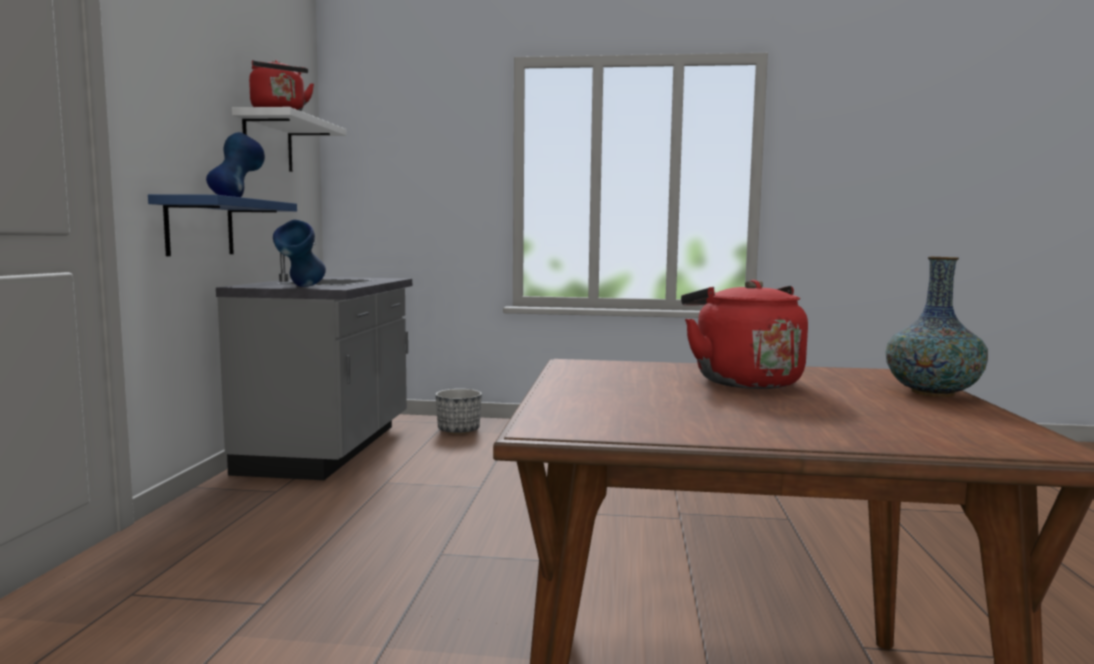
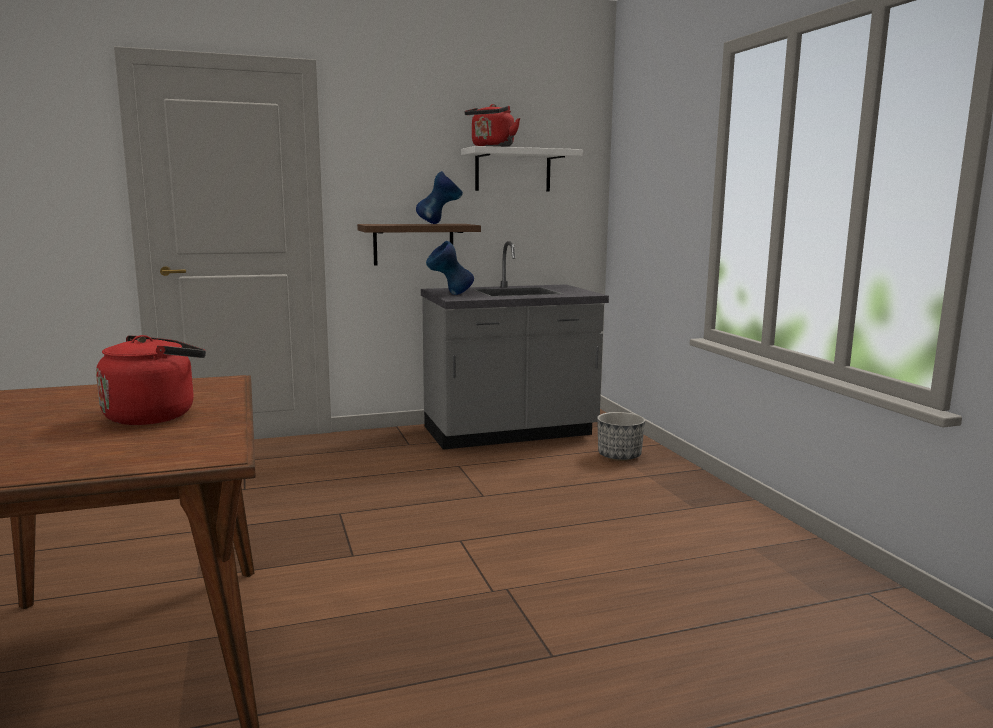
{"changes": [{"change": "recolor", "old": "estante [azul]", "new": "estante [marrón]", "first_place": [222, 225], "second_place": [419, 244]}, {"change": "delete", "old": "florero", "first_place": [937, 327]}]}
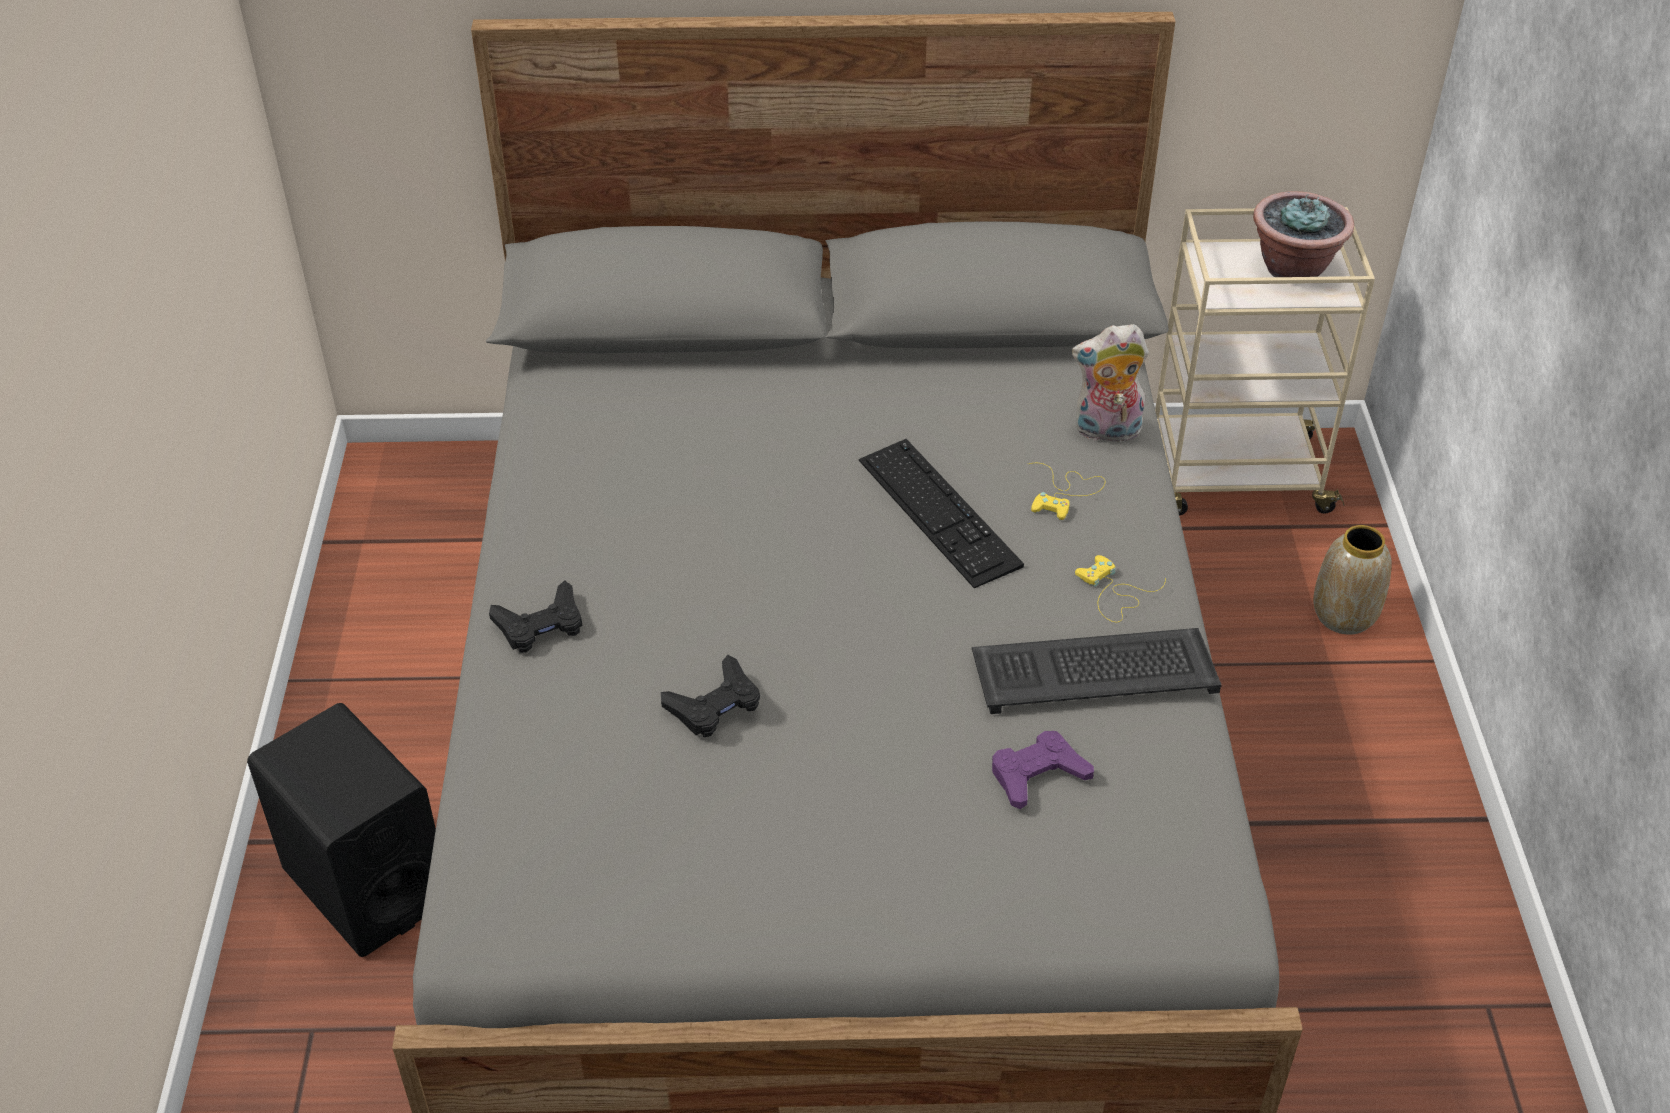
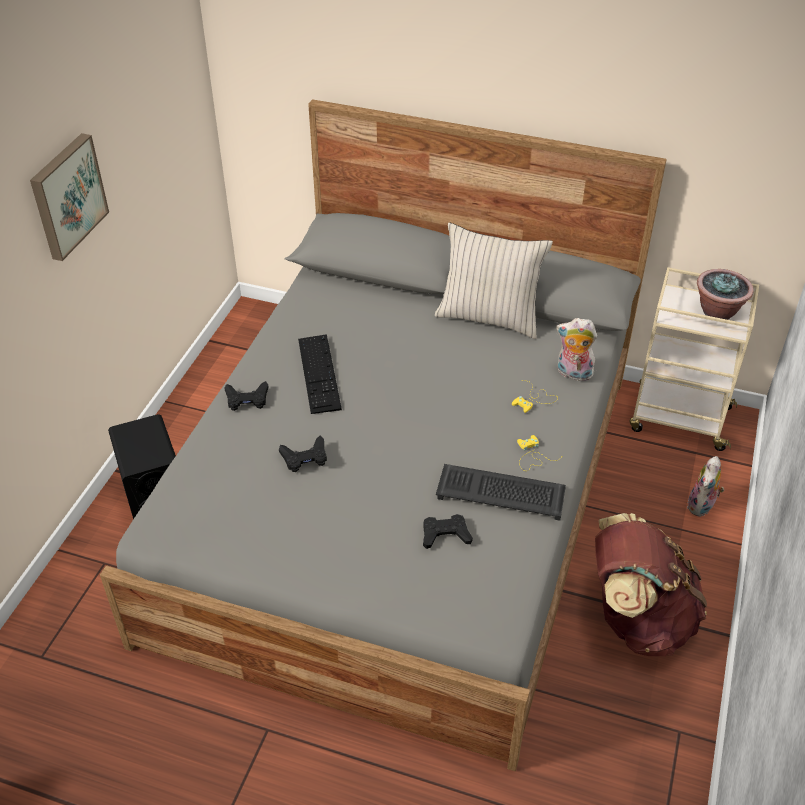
{"changes": [{"change": "insert", "new": "cuadro", "second_place": [69, 197]}, {"change": "move", "old": "teclado", "first_place": [941, 513], "second_place": [320, 374]}, {"change": "recolor", "old": "mando de consola [morado]", "new": "mando de consola [negro]", "first_place": [1043, 770], "second_place": [448, 531]}, {"change": "insert", "new": "cojín [beis]", "second_place": [494, 281]}, {"change": "insert", "new": "mochila [marrón]", "second_place": [651, 584]}, {"change": "replace", "old": "florero", "new": "peluche", "first_place": [1352, 580], "second_place": [705, 486]}]}
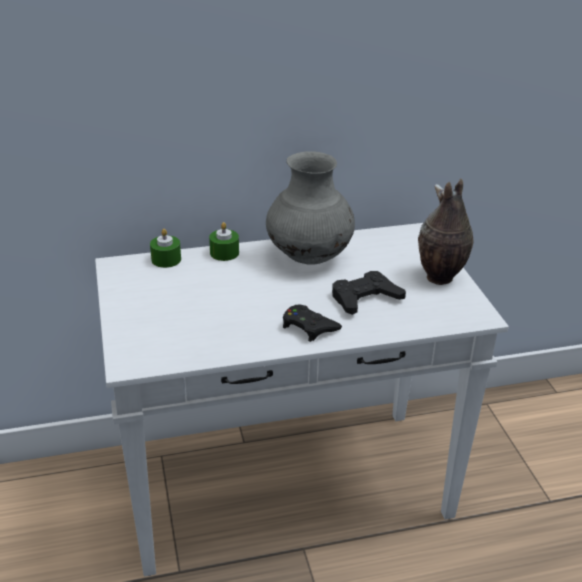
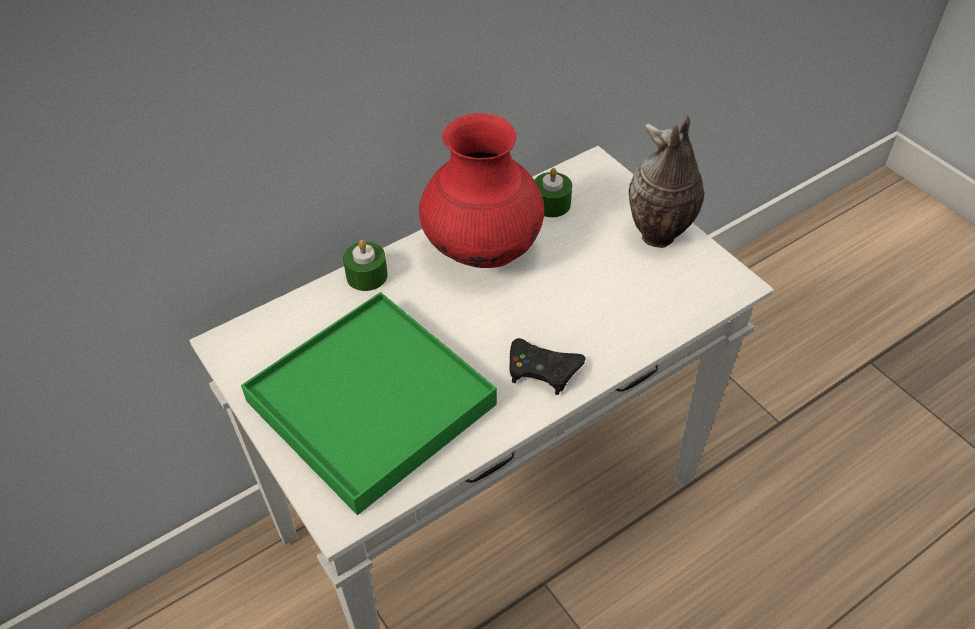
{"changes": [{"change": "insert", "new": "bandeja [verde]", "second_place": [369, 403]}, {"change": "recolor", "old": "florero [gris]", "new": "florero [rojo]", "first_place": [310, 208], "second_place": [482, 190]}, {"change": "move", "old": "vela [verde]", "first_place": [165, 248], "second_place": [553, 192]}, {"change": "delete", "old": "mando de consola [negro]", "first_place": [369, 293]}]}
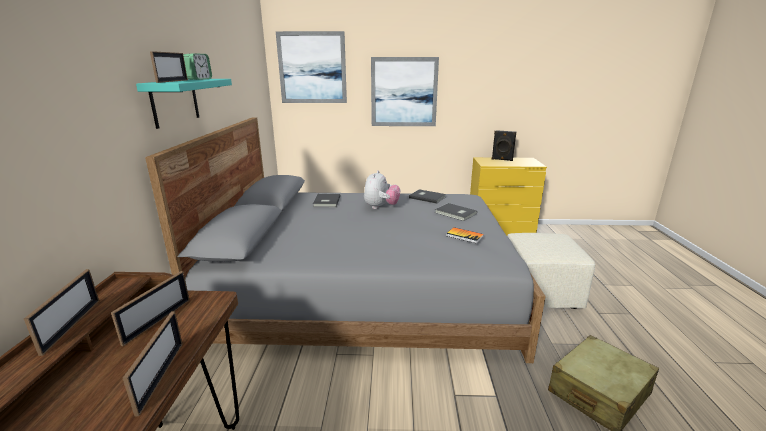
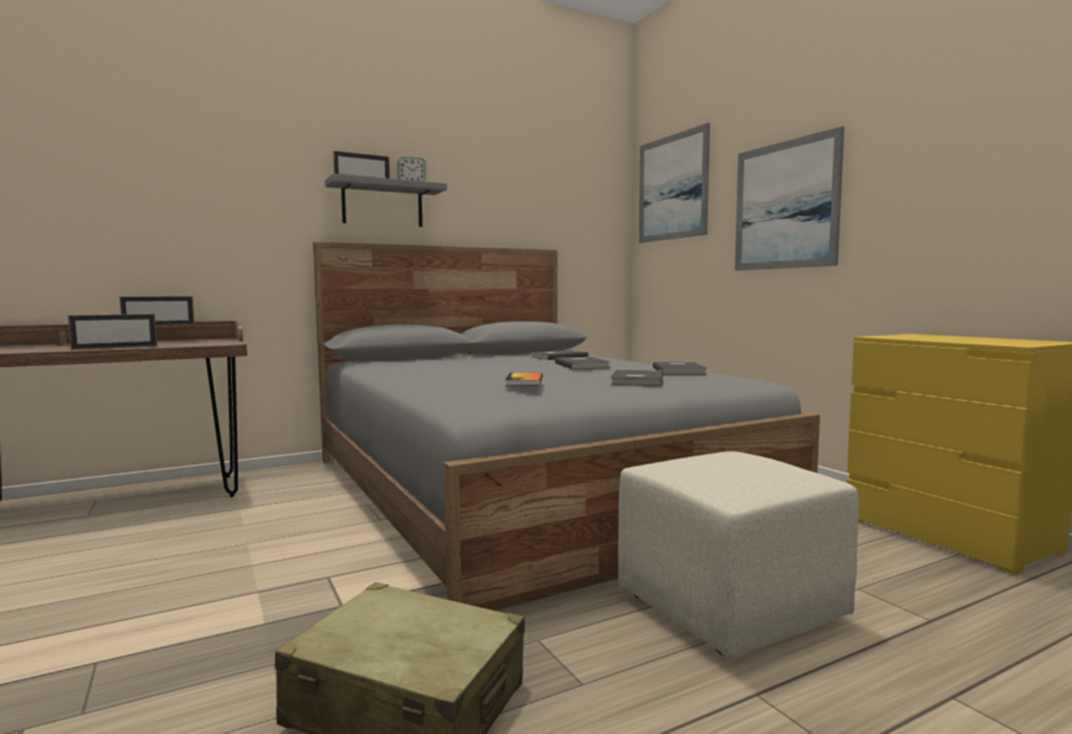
{"changes": [{"change": "recolor", "old": "estante [turquesa]", "new": "estante [gris]", "first_place": [184, 104], "second_place": [386, 200]}, {"change": "replace", "old": "peluche", "new": "libro [gris]", "first_place": [382, 189], "second_place": [583, 363]}, {"change": "delete", "old": "portarretratos", "first_place": [150, 308]}, {"change": "delete", "old": "altavoz [negro]", "first_place": [504, 145]}]}
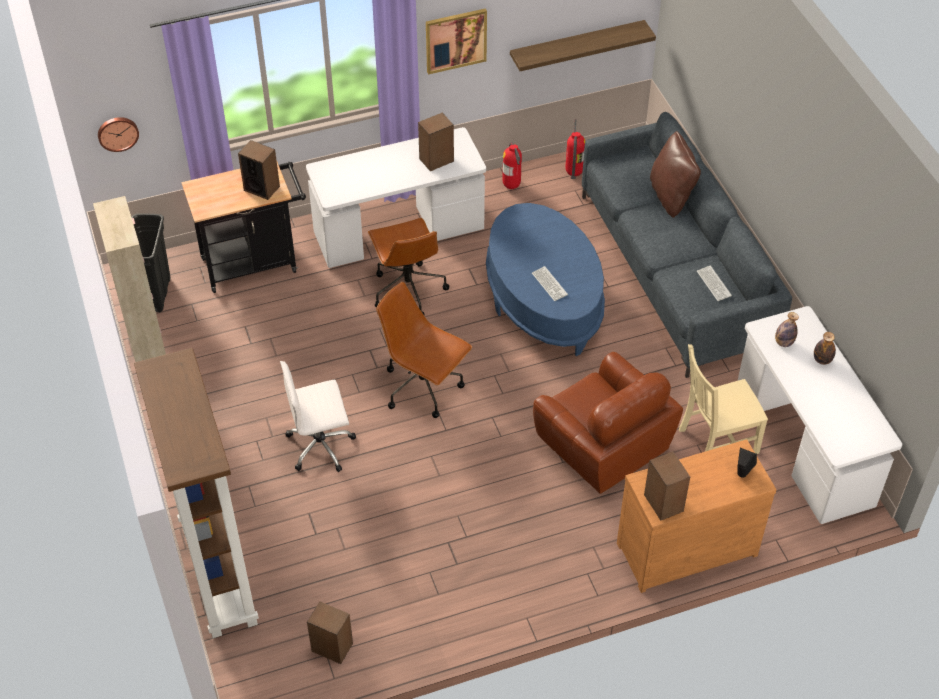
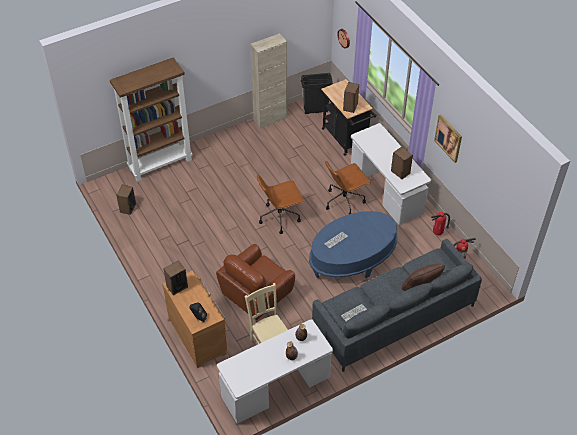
{"changes": [{"change": "rotate", "old": "silla de oficina [marrón]", "first_place": [424, 350], "second_place": [281, 204], "degrees": -135}, {"change": "delete", "old": "silla de oficina [blanco]", "first_place": [318, 416]}, {"change": "delete", "old": "estante", "first_place": [583, 45]}]}
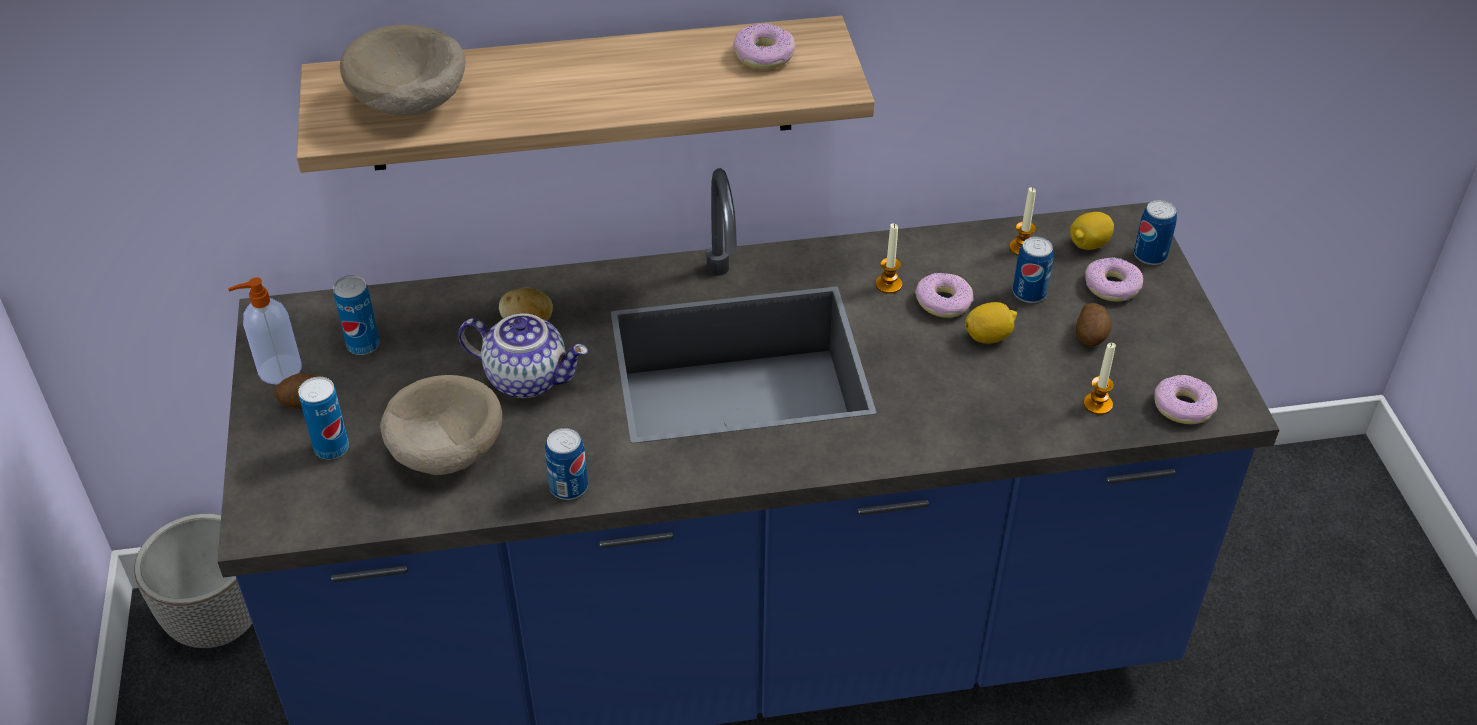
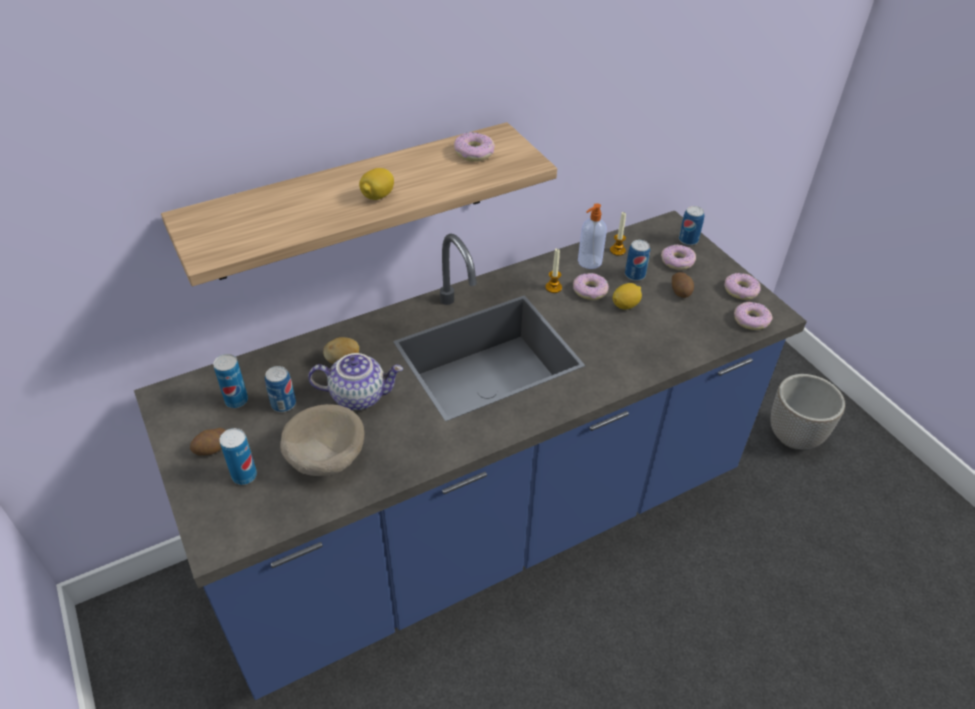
{"changes": [{"change": "move", "old": "lata", "first_place": [566, 464], "second_place": [280, 389]}, {"change": "move", "old": "limón", "first_place": [1092, 231], "second_place": [376, 184]}, {"change": "move", "old": "dispensador de jabón", "first_place": [265, 330], "second_place": [592, 236]}, {"change": "insert", "new": "rosquilla", "second_place": [742, 286]}, {"change": "move", "old": "maceta", "first_place": [193, 581], "second_place": [807, 411]}, {"change": "delete", "old": "cuenco [beis]", "first_place": [403, 69]}, {"change": "delete", "old": "vela", "first_place": [1099, 379]}]}
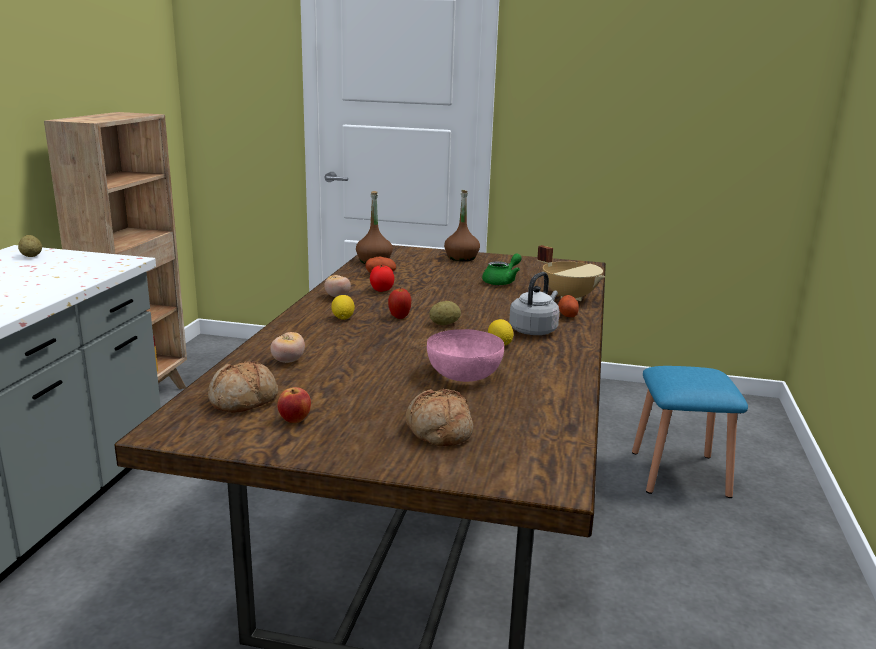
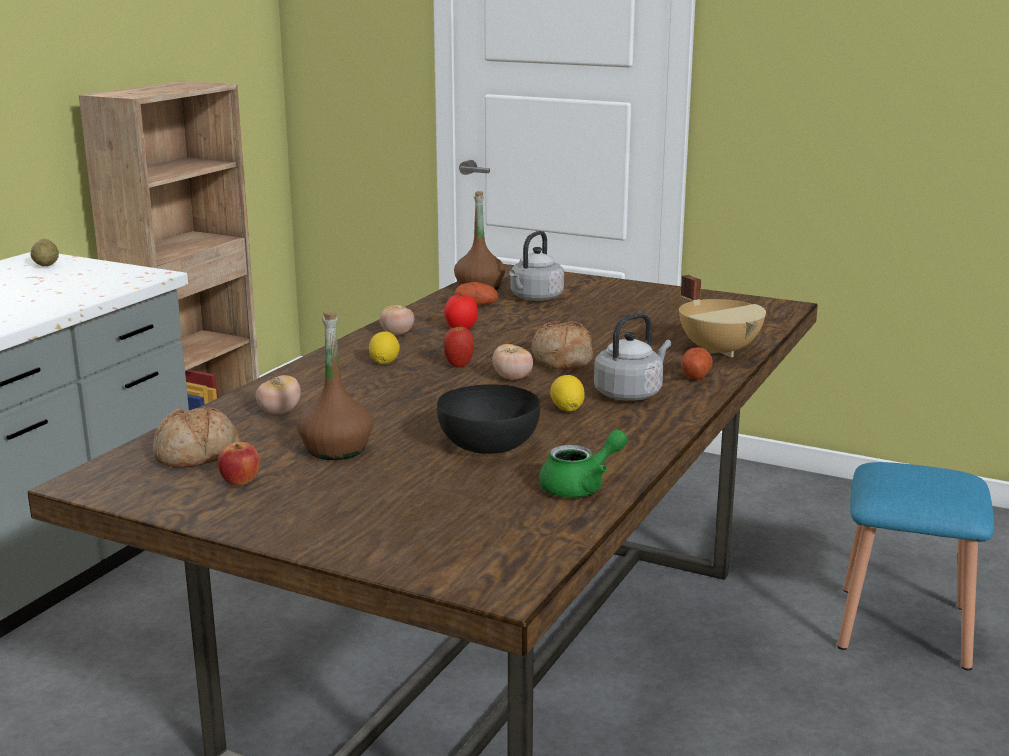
{"changes": [{"change": "move", "old": "botella [marrón]", "first_place": [462, 225], "second_place": [335, 385]}, {"change": "recolor", "old": "cuenco [rosa]", "new": "cuenco [negro]", "first_place": [465, 355], "second_place": [488, 419]}, {"change": "replace", "old": "patata", "new": "tomate", "first_place": [445, 313], "second_place": [513, 361]}, {"change": "insert", "new": "hervidor [gris]", "second_place": [536, 266]}, {"change": "move", "old": "pan", "first_place": [439, 417], "second_place": [562, 345]}, {"change": "move", "old": "tetera [verde]", "first_place": [502, 269], "second_place": [583, 463]}]}
